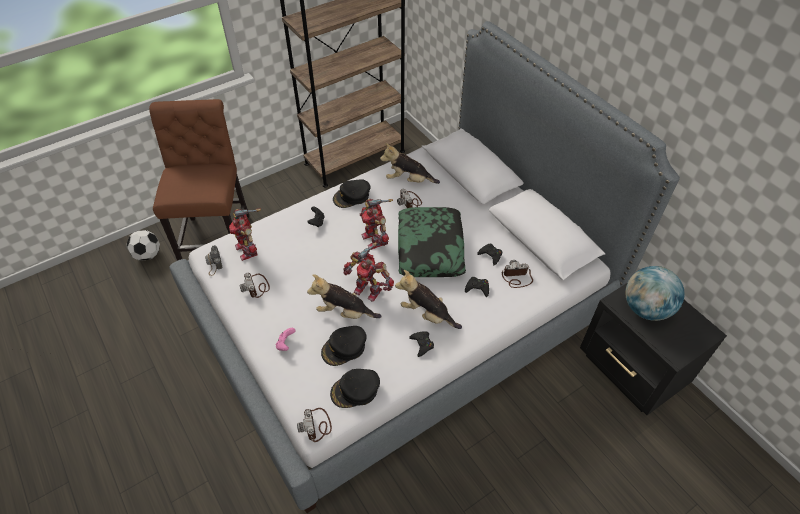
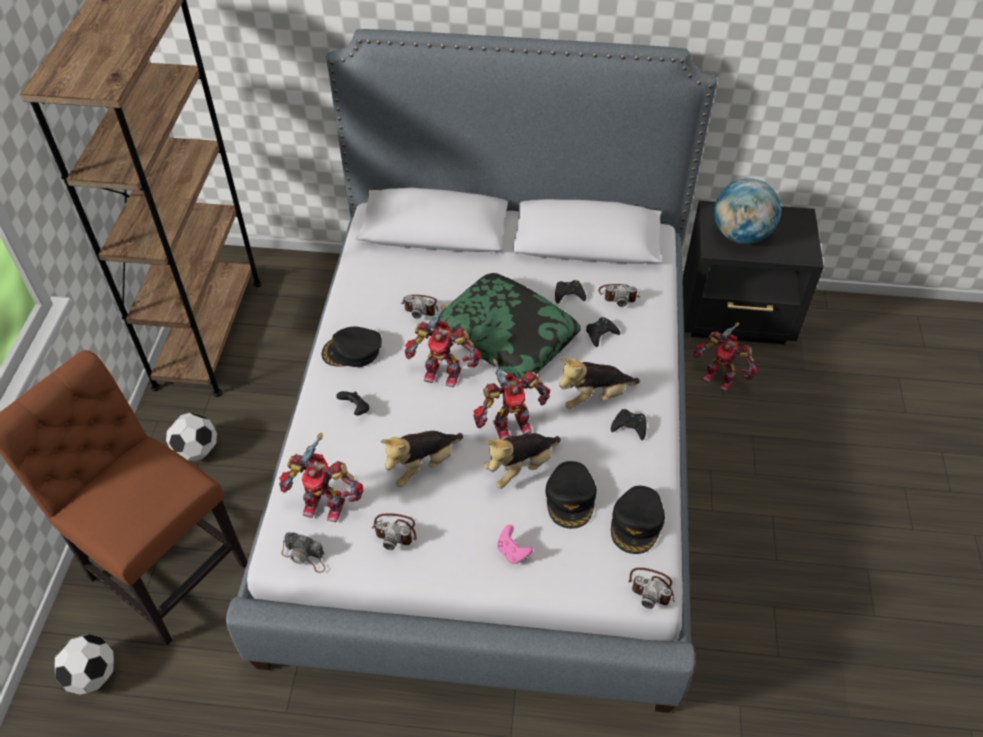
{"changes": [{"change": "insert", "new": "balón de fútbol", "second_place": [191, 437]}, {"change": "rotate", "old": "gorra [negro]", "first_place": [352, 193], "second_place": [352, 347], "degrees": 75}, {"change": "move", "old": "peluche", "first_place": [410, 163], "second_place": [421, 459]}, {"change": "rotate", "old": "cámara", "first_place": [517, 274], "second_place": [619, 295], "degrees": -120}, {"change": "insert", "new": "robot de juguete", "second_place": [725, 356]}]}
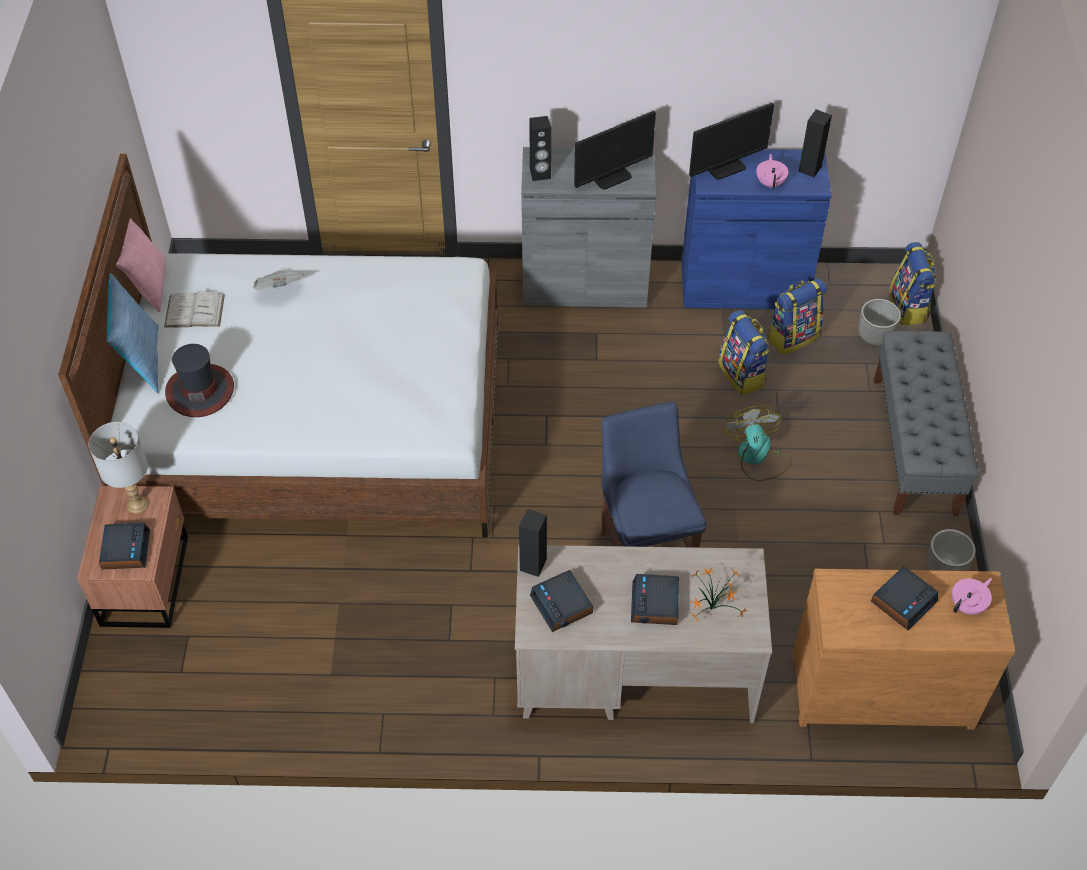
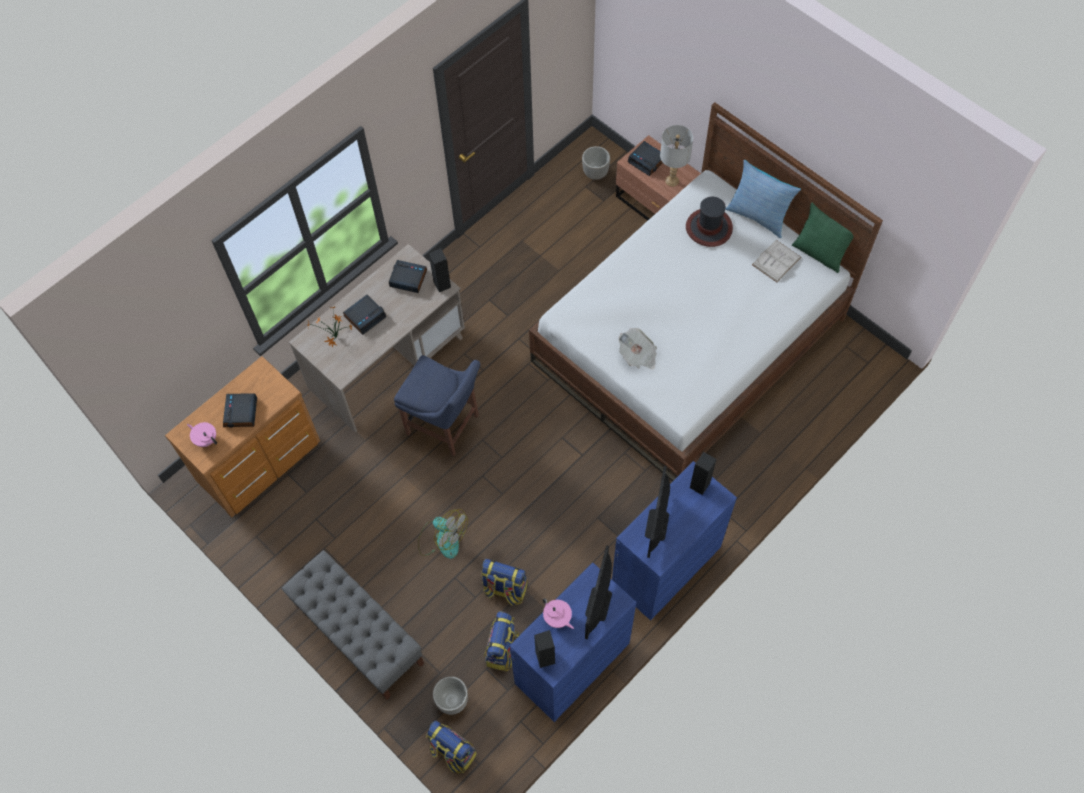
{"changes": [{"change": "rotate", "old": "tetera [rosa]", "first_place": [972, 596], "second_place": [202, 434], "degrees": 120}, {"change": "rotate", "old": "despertador", "first_place": [655, 599], "second_place": [364, 315], "degrees": 90}, {"change": "move", "old": "maceta", "first_place": [951, 550], "second_place": [596, 163]}, {"change": "recolor", "old": "armario [gris]", "new": "armario [azul]", "first_place": [588, 227], "second_place": [674, 541]}, {"change": "move", "old": "periódico", "first_place": [278, 279], "second_place": [638, 348]}, {"change": "recolor", "old": "cojín [rosa]", "new": "cojín [verde]", "first_place": [141, 265], "second_place": [822, 238]}]}
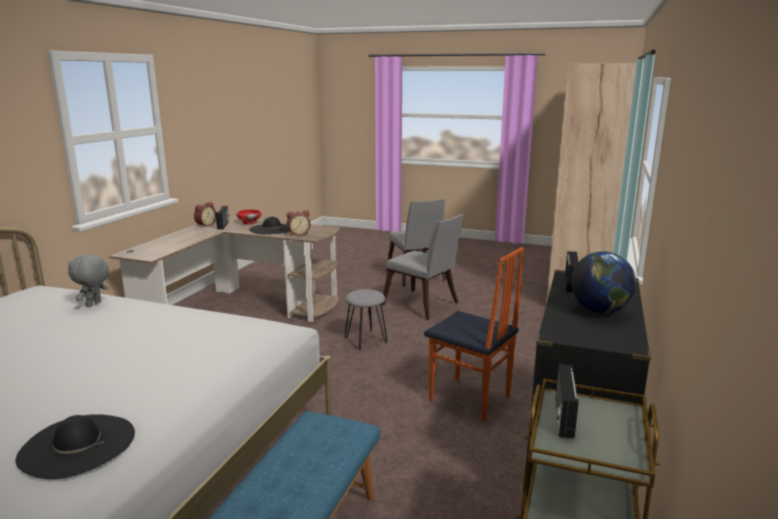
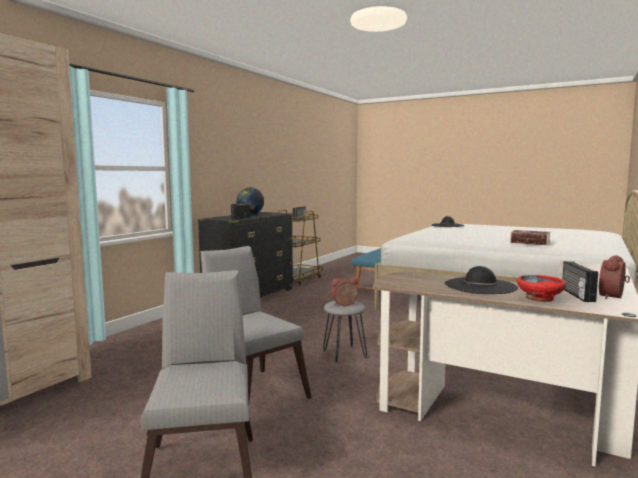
{"changes": [{"change": "move", "old": "despertador", "first_place": [298, 223], "second_place": [344, 291]}, {"change": "replace", "old": "peluche [gris]", "new": "libro", "first_place": [88, 280], "second_place": [530, 237]}, {"change": "delete", "old": "silla", "first_place": [474, 334]}]}
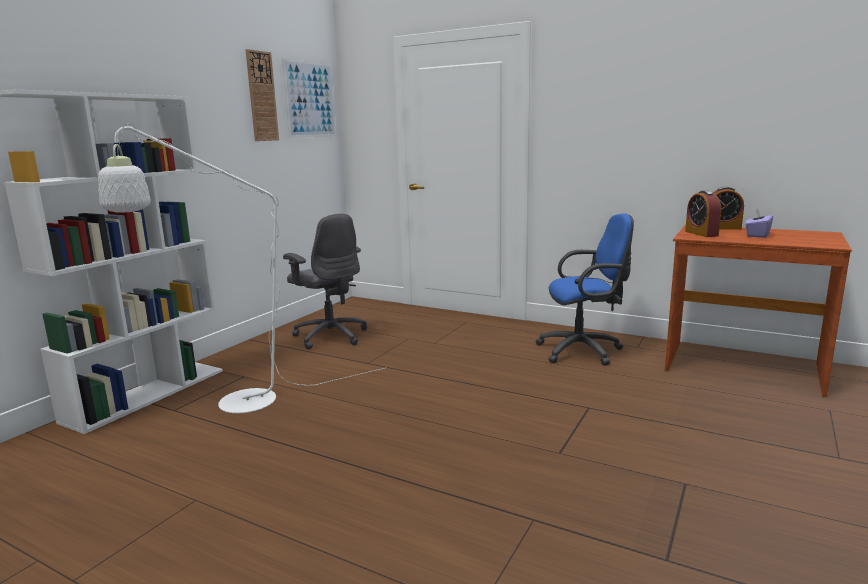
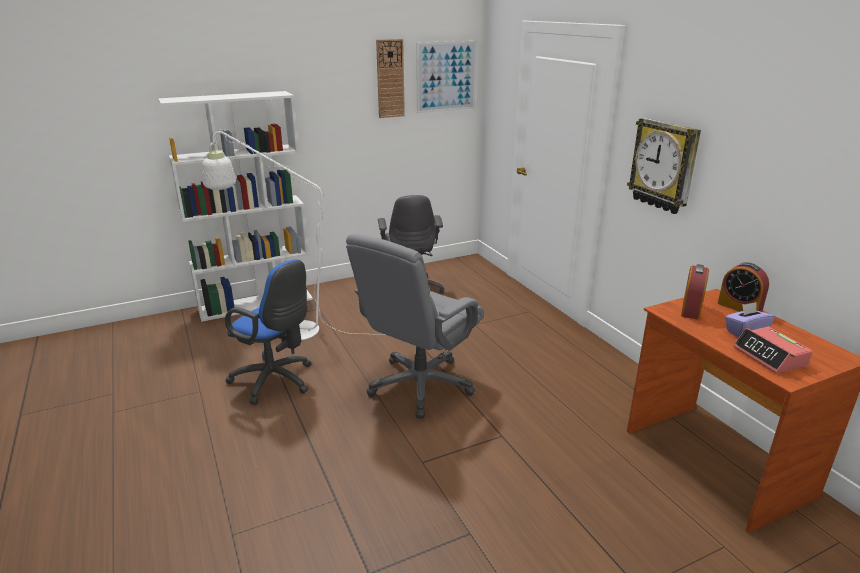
{"changes": [{"change": "move", "old": "silla de oficina [azul]", "first_place": [585, 290], "second_place": [268, 332]}, {"change": "insert", "new": "silla de oficina [gris]", "second_place": [415, 326]}, {"change": "insert", "new": "reloj de pared", "second_place": [664, 166]}, {"change": "insert", "new": "despertador", "second_place": [773, 350]}]}
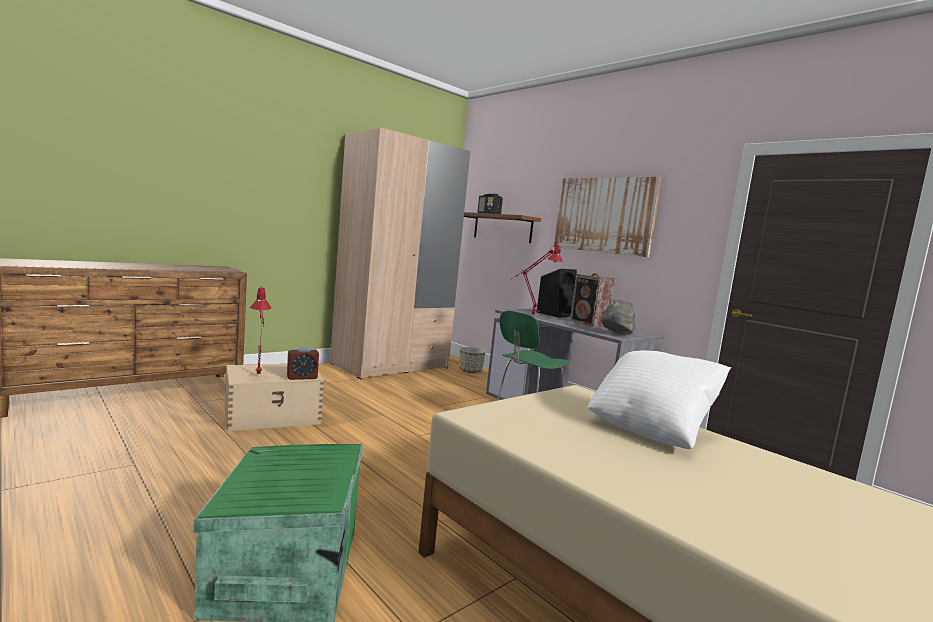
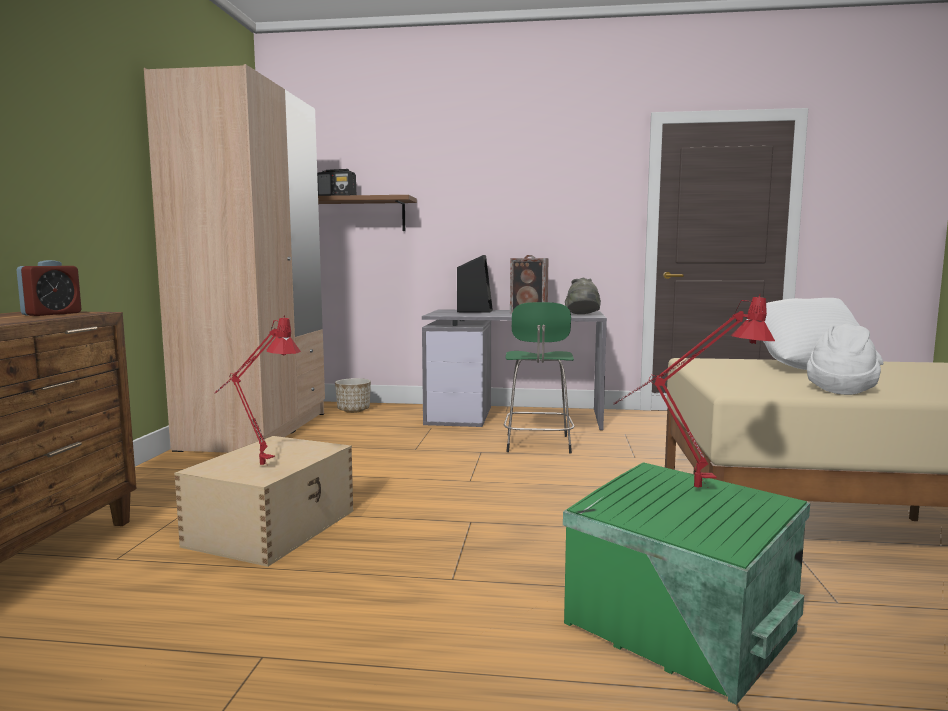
{"changes": [{"change": "move", "old": "despertador", "first_place": [303, 363], "second_place": [49, 288]}, {"change": "move", "old": "lámpara de mesa [rojo]", "first_place": [537, 279], "second_place": [694, 391]}, {"change": "insert", "new": "sombrero [blanco]", "second_place": [844, 359]}, {"change": "delete", "old": "cuadro", "first_place": [608, 217]}]}
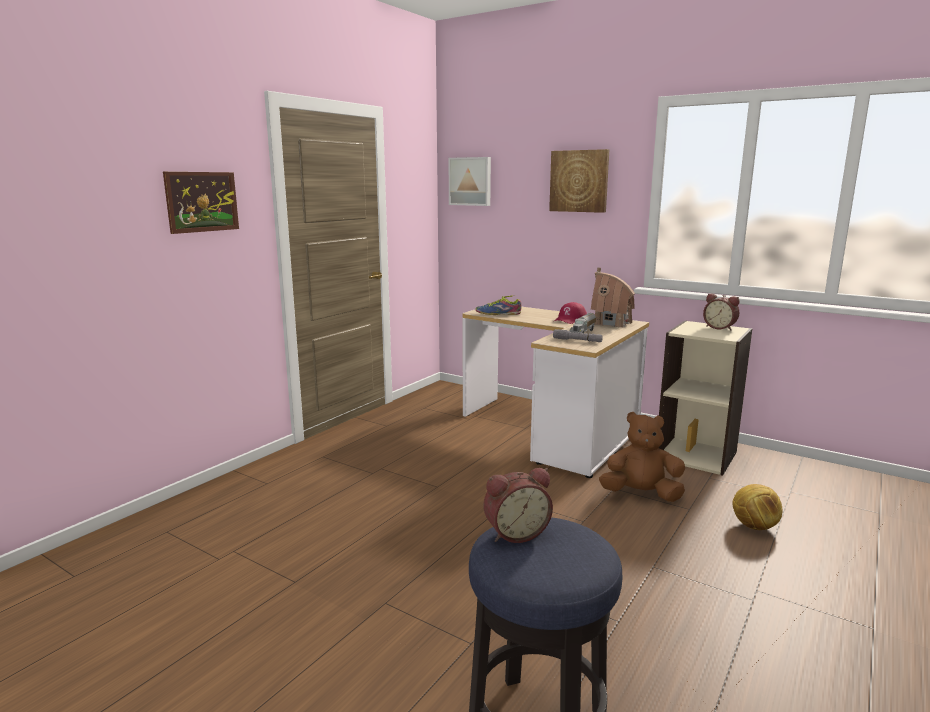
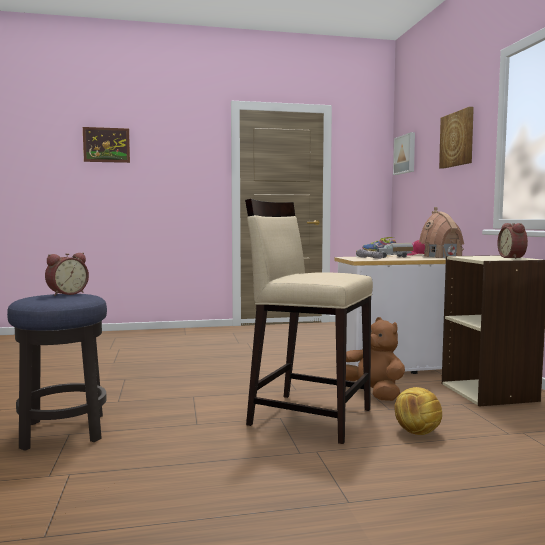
{"changes": [{"change": "rotate", "old": "despertador", "first_place": [518, 505], "second_place": [67, 274], "degrees": -75}, {"change": "move", "old": "cuadro", "first_place": [201, 203], "second_place": [106, 145]}, {"change": "insert", "new": "taburete [beis]", "second_place": [309, 321]}]}
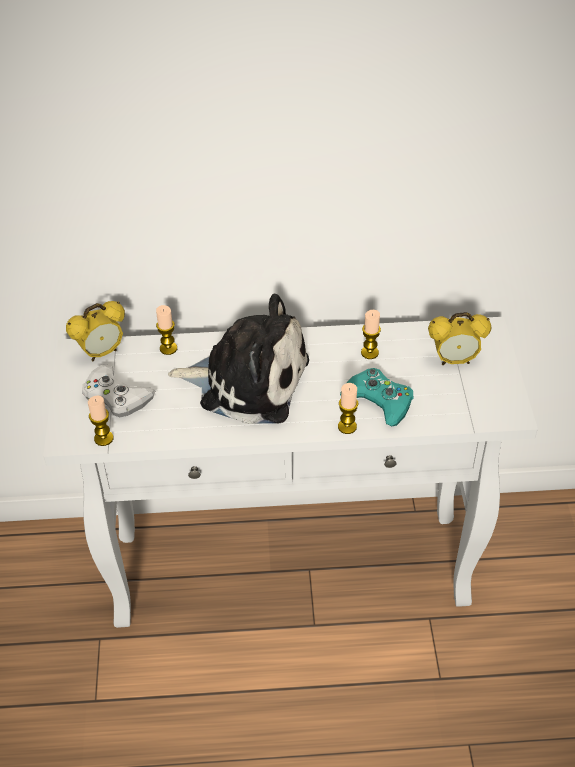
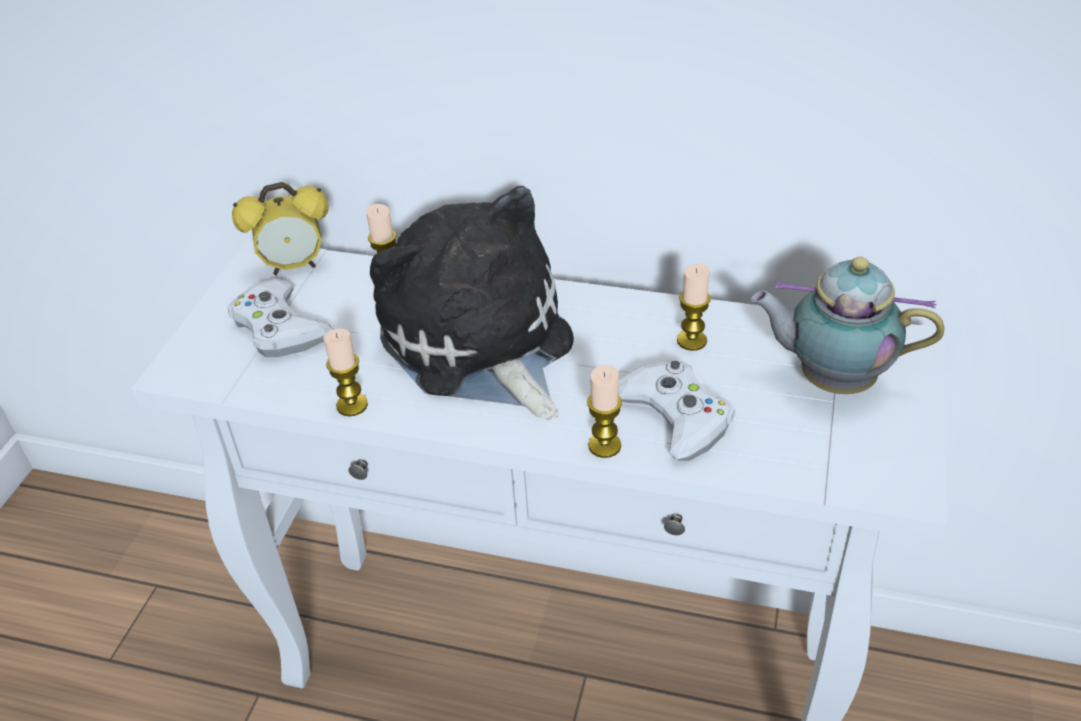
{"changes": [{"change": "move", "old": "vela", "first_place": [100, 421], "second_place": [346, 372]}, {"change": "rotate", "old": "peluche", "first_place": [238, 359], "second_place": [472, 302], "degrees": -150}, {"change": "recolor", "old": "mando de consola [turquesa]", "new": "mando de consola [blanco]", "first_place": [376, 397], "second_place": [676, 410]}, {"change": "replace", "old": "despertador", "new": "tetera", "first_place": [459, 338], "second_place": [847, 325]}]}
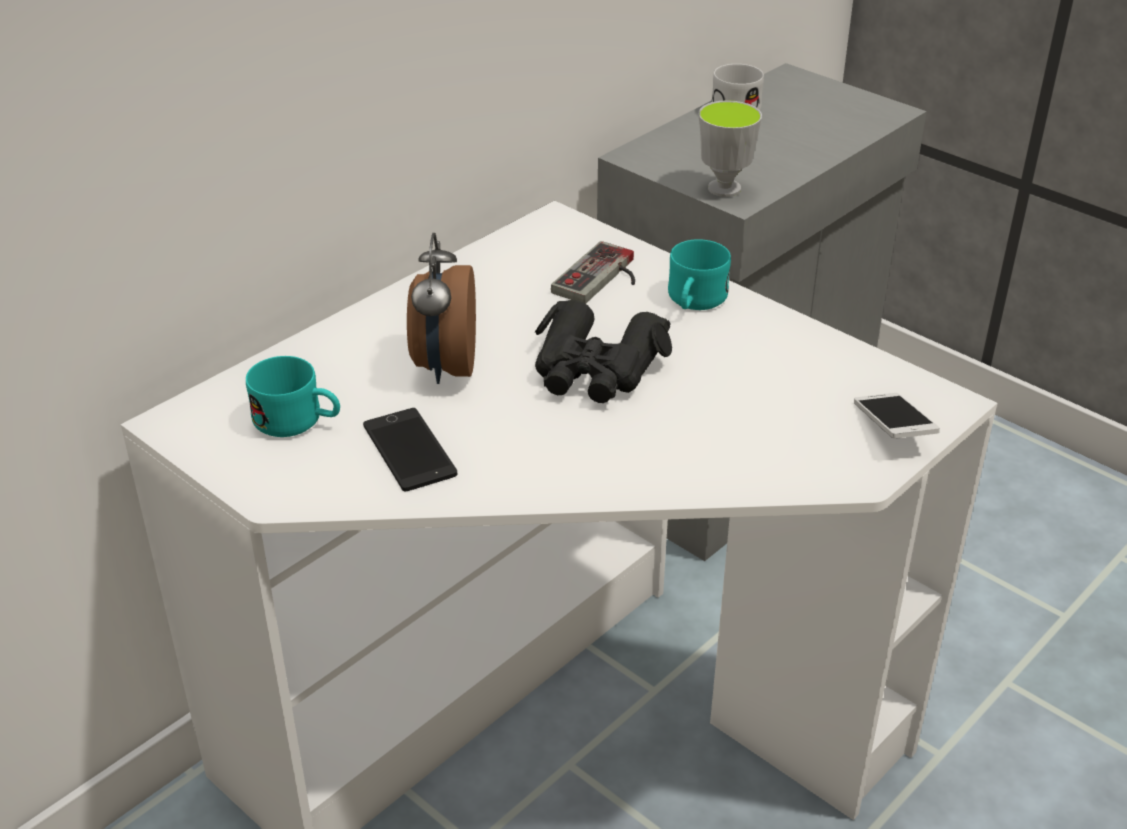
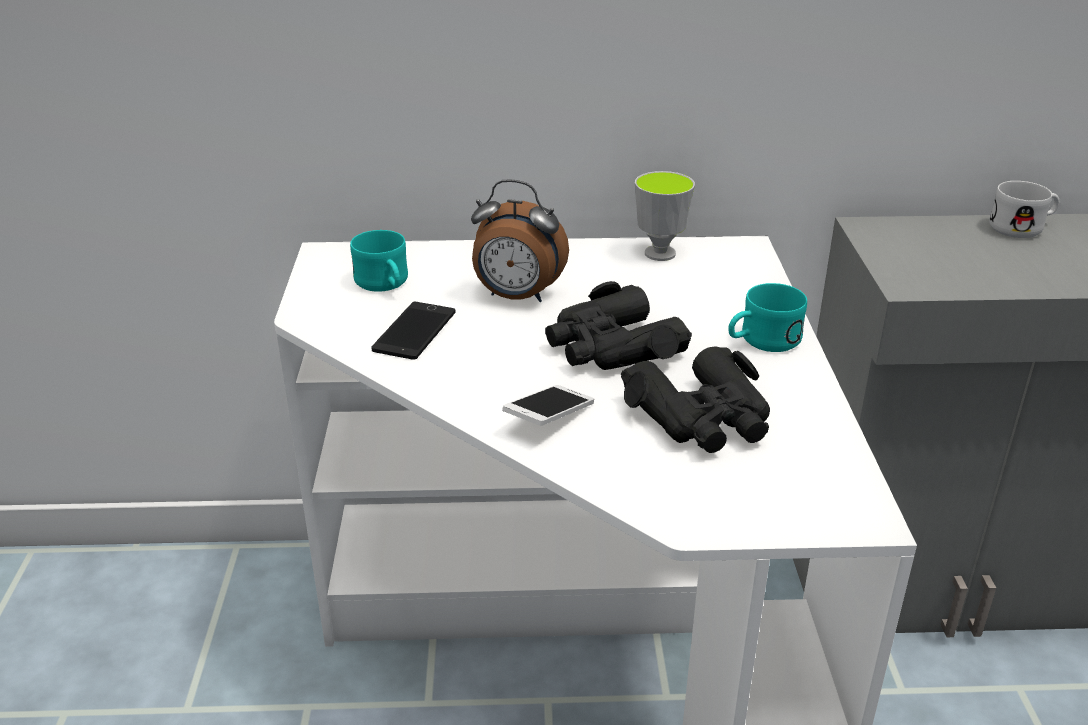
{"changes": [{"change": "rotate", "old": "despertador", "first_place": [441, 308], "second_place": [520, 241], "degrees": -120}, {"change": "move", "old": "móvil", "first_place": [897, 416], "second_place": [548, 405]}, {"change": "insert", "new": "prismáticos [negro]", "second_place": [695, 399]}, {"change": "move", "old": "taza", "first_place": [730, 148], "second_place": [665, 216]}, {"change": "delete", "old": "mando de consola", "first_place": [593, 272]}]}
